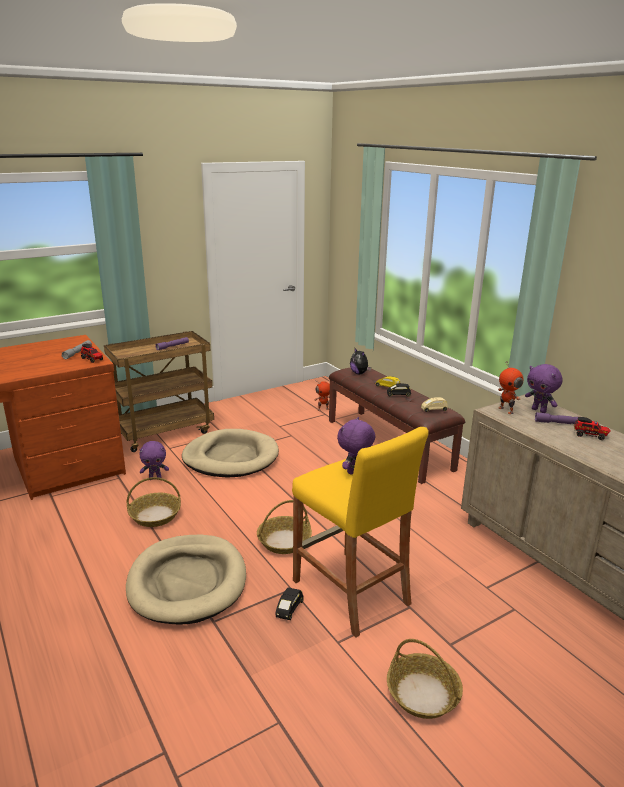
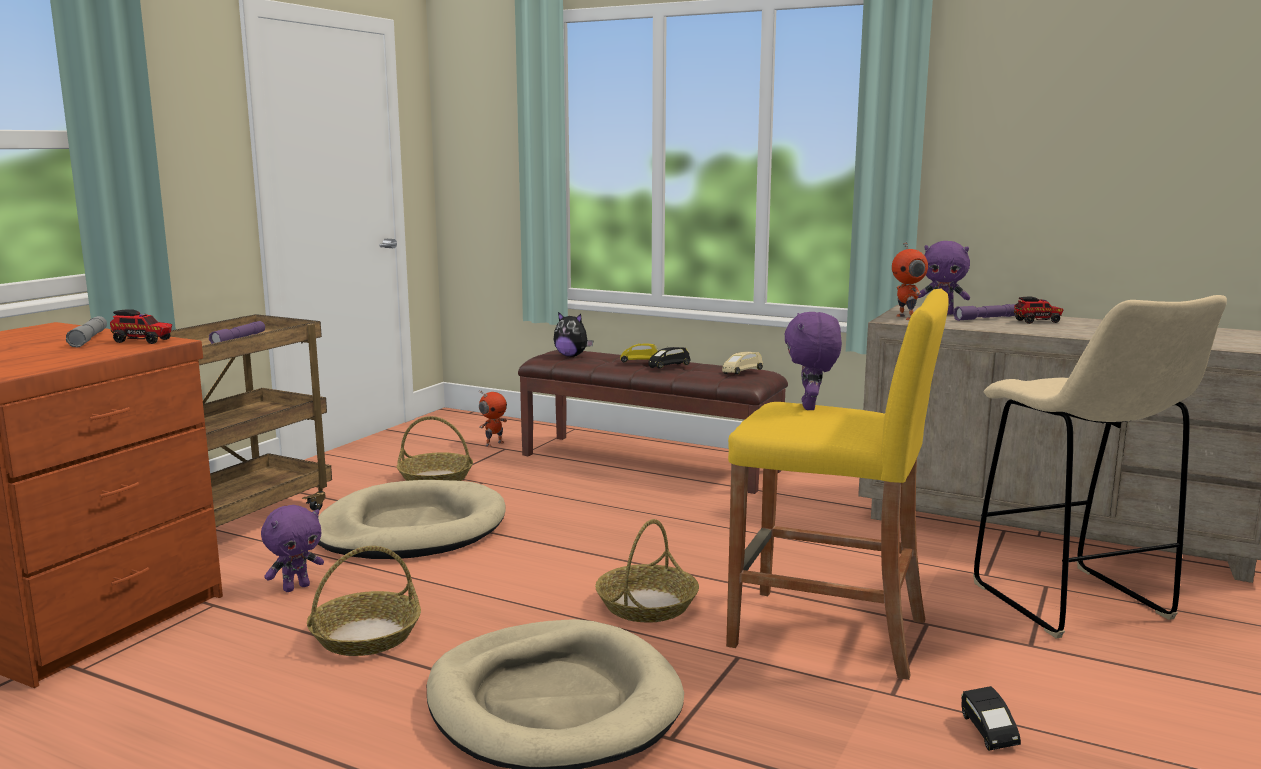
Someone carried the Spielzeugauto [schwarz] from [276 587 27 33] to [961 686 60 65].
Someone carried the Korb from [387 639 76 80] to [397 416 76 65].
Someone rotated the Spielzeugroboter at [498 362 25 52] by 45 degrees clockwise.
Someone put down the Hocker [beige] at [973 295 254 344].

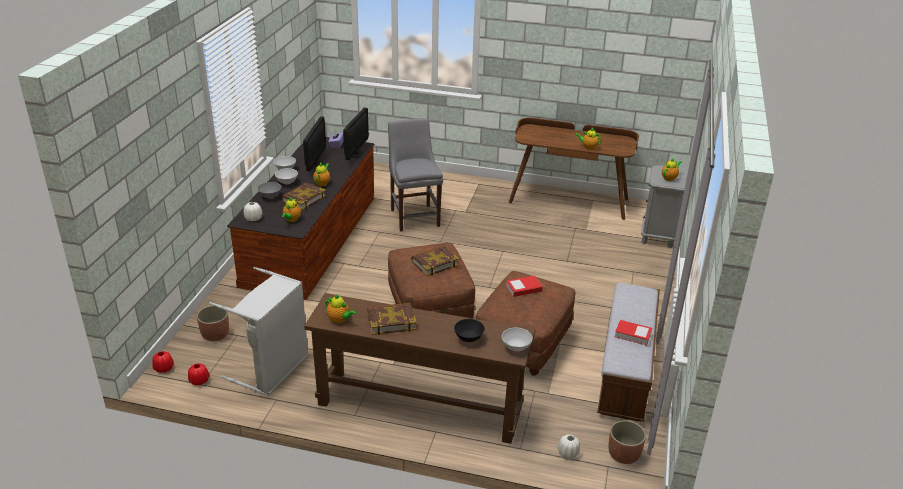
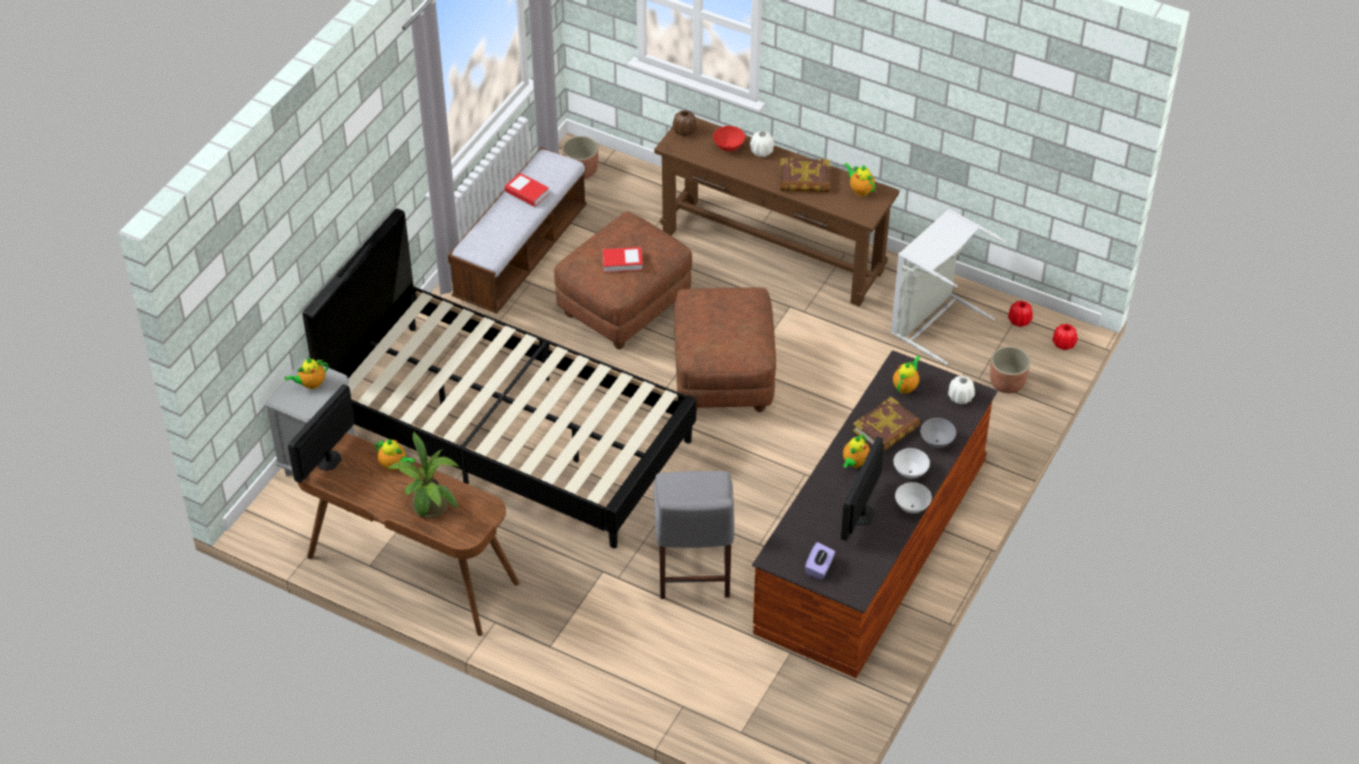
Someone carried the Monitor from [343 108 26 52] to [288 384 67 99].
Someone took away the Buch at [411 246 48 30].
Someone repainted the Schüssel [schwarz] at [454 319 31 23], which became the Schüssel [rot] at [713 126 32 25].
Someone swapped the Schüssel [weiß] at [502 328 31 23] for the Vase [braun] at [673 110 24 26].
Someone carried the Vase [weiß] from [558 434 22 25] to [750 131 24 26].
Someone put down the Bett [schwarz] at [302 209 394 339].
Someone put down the Topfpflanze at [387 431 72 87].

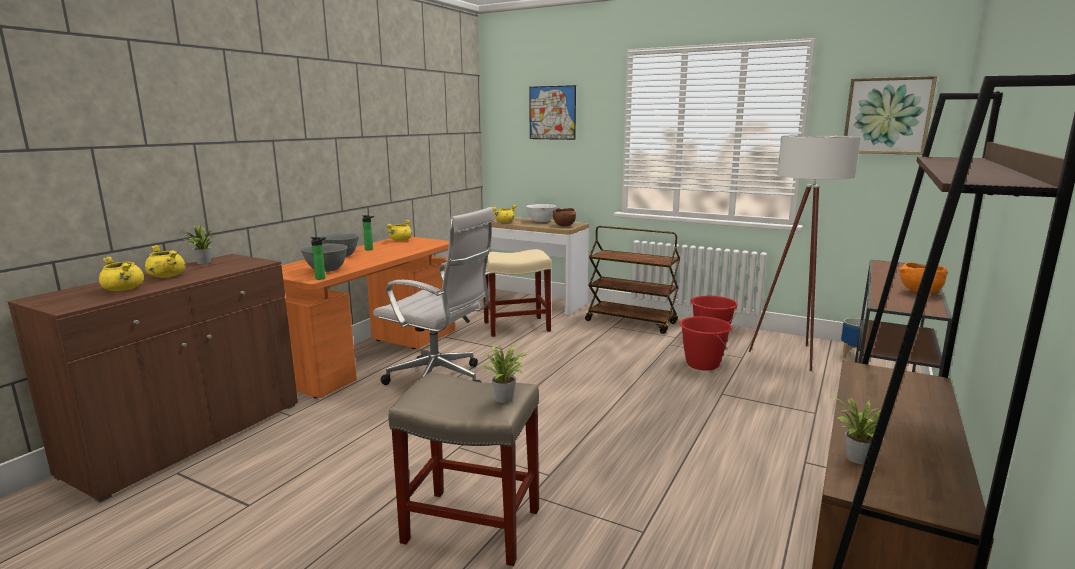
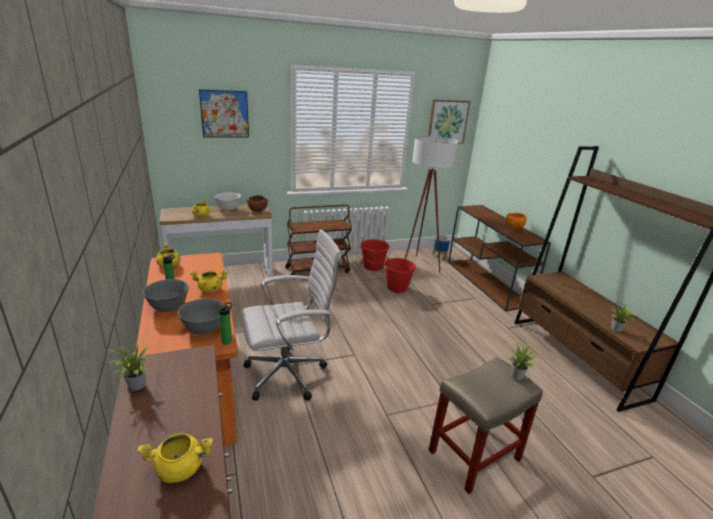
Someone carried the Kochtopf [gelb] from [145 245 40 33] to [190 270 38 22].
Someone took away the Hocker [beige] at [483 249 68 88].

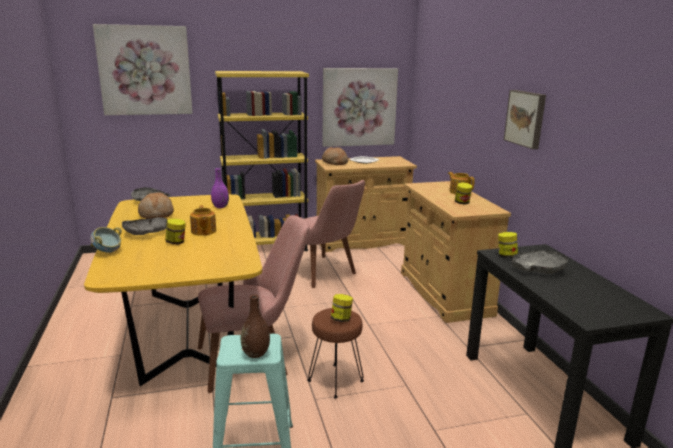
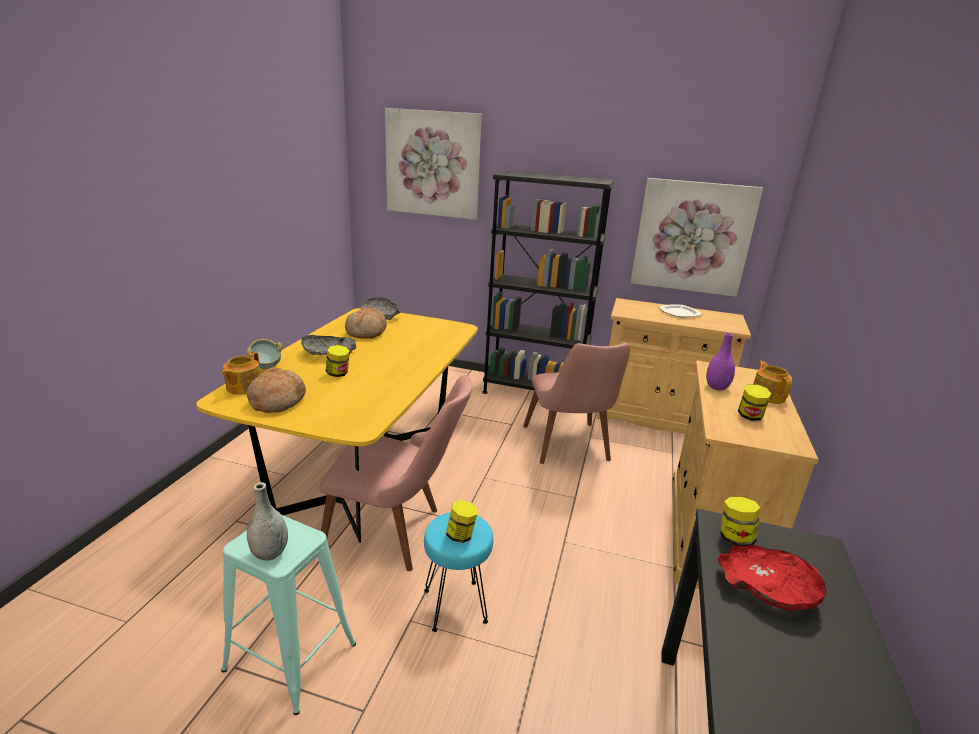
Someone carried the Teekanne from [190 205 26 31] to [222 352 38 42].
Someone carried the Vase [lila] from [211 168 18 40] to [706 333 29 57].
Someone repainted the Bücherregal [gelb] at [215 71 94 180], which became the Bücherregal [schwarz] at [482 171 132 223].
Someone repainted the Vase [braun] at [241 295 29 63], which became the Vase [grau] at [247 482 41 78].
Someone repainted the Hocker [braun] at [307 308 57 90], which became the Hocker [türkis] at [424 512 69 120].
Someone carried the Brot from [322 147 26 18] to [247 368 59 45].
Someone took away the Bild at [504 90 42 59].
Someone repainted the Schüssel [grau] at [512 250 56 24], which became the Schüssel [rot] at [718 545 108 66].

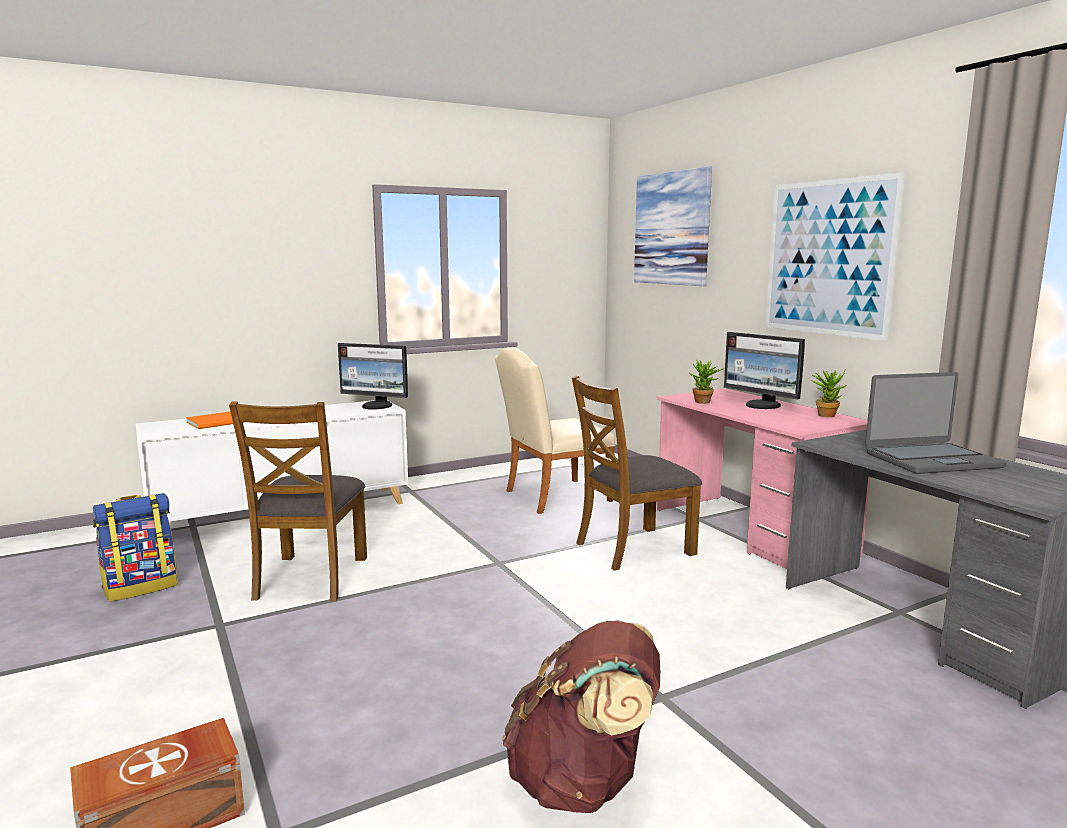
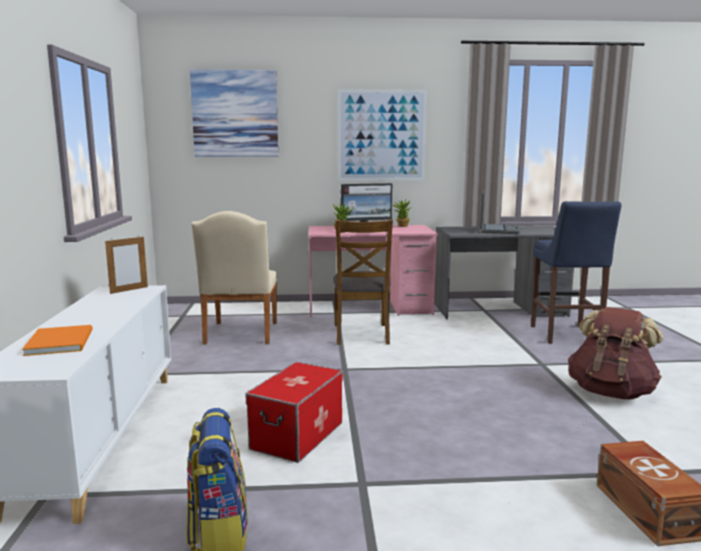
Someone swapped the Stuhl [braun] at [229 402 138 199] for the Aufbewahrungsbox at [245 362 98 101].
Someone swapped the Monitor at [338 343 70 67] for the Bilderrahmen at [105 237 43 57].
Someone put down the Hocker [blau] at [531 201 90 143].

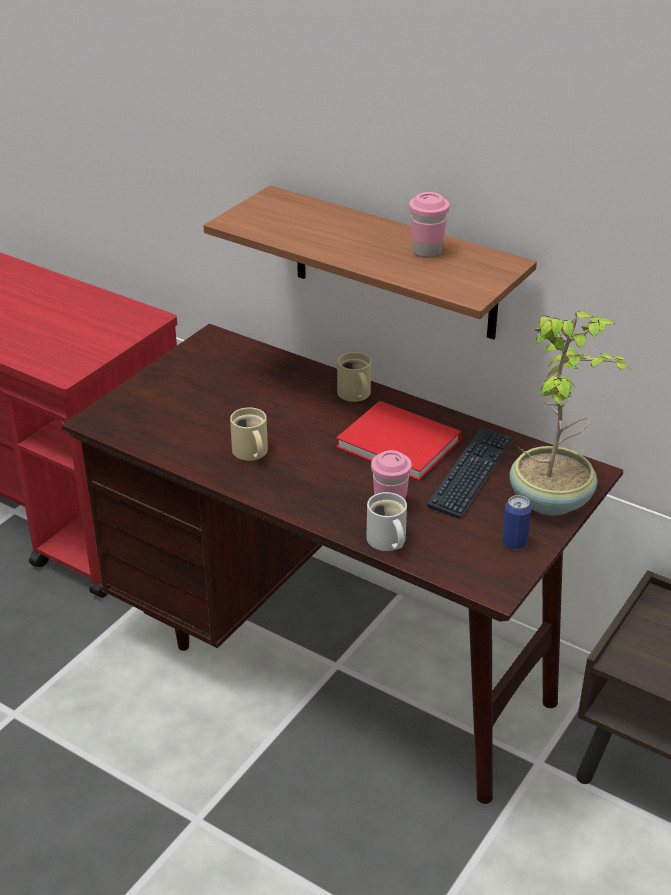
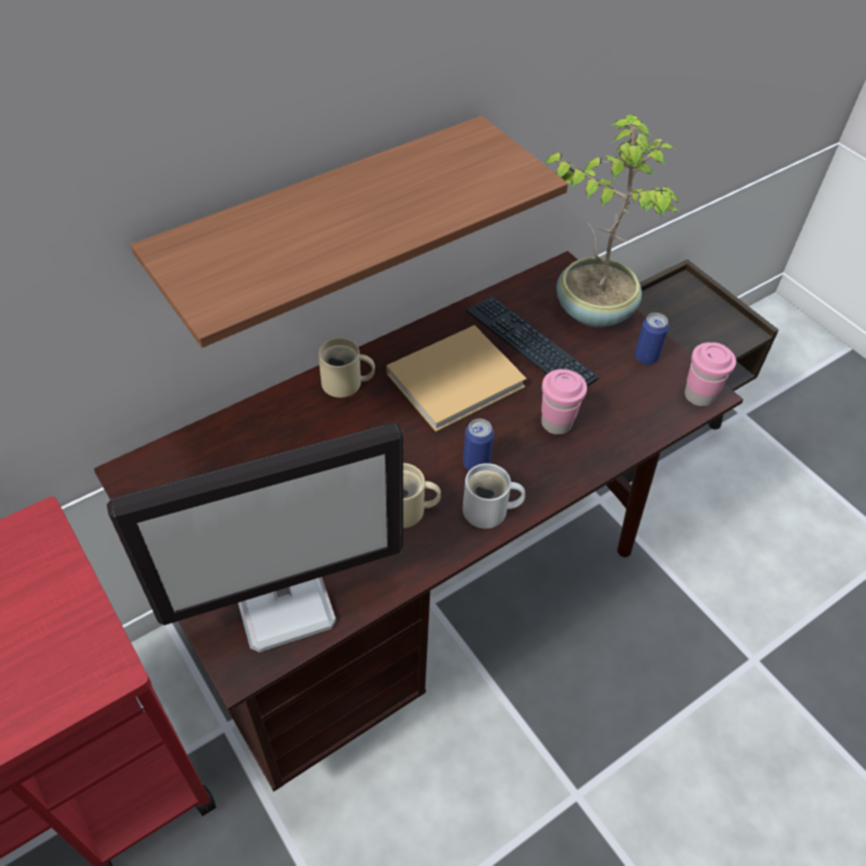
Someone repainted the Buch [rot] at [336 401 125 80], which became the Buch [beige] at [387 325 140 107].
Someone carried the Henkelbecher [weiß] from [367 492 40 59] to [463 463 62 66].
Someone carried the Tasse [rosa] from [409 192 40 66] to [685 342 51 65].
Someone put down the Monitor at [107 423 296 229].
Someone put down the Dose at [463 419 31 52].

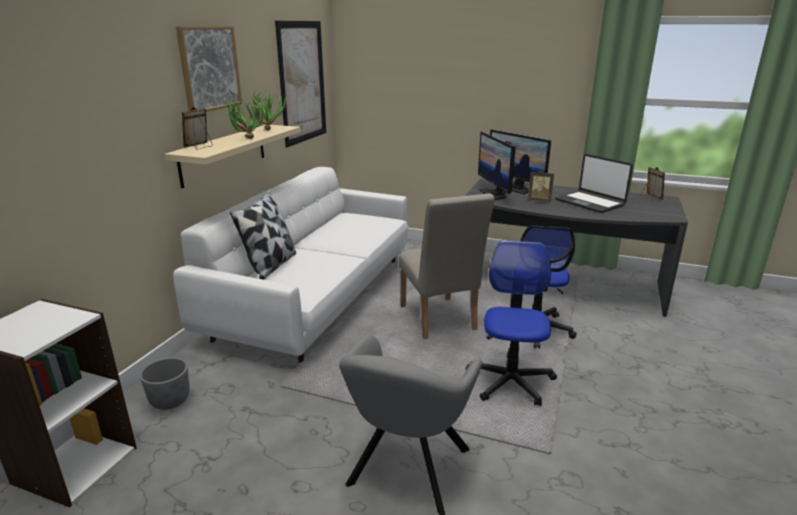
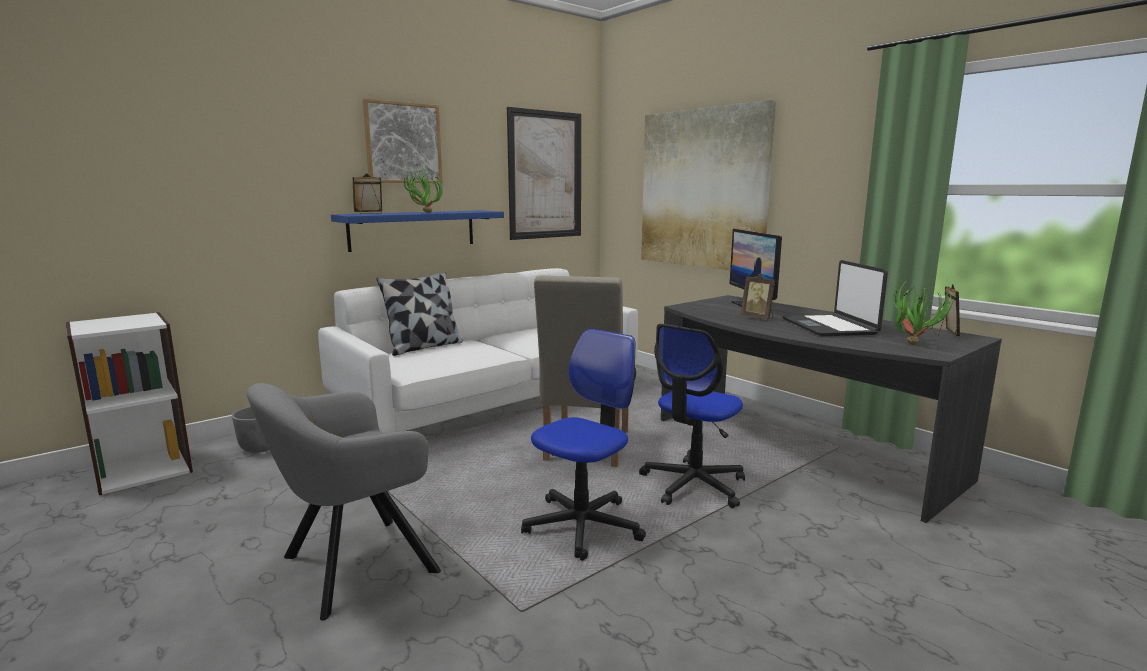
Someone repainted the Wandregal [beige] at [165 125 136 63], which became the Wandregal [blau] at [331 210 173 42].
Someone carried the Topfpflanze from [253 89 33 42] to [891 281 65 64].
Someone took away the Monitor at [478 132 38 68].
Someone put up the Bild at [641 100 135 170].

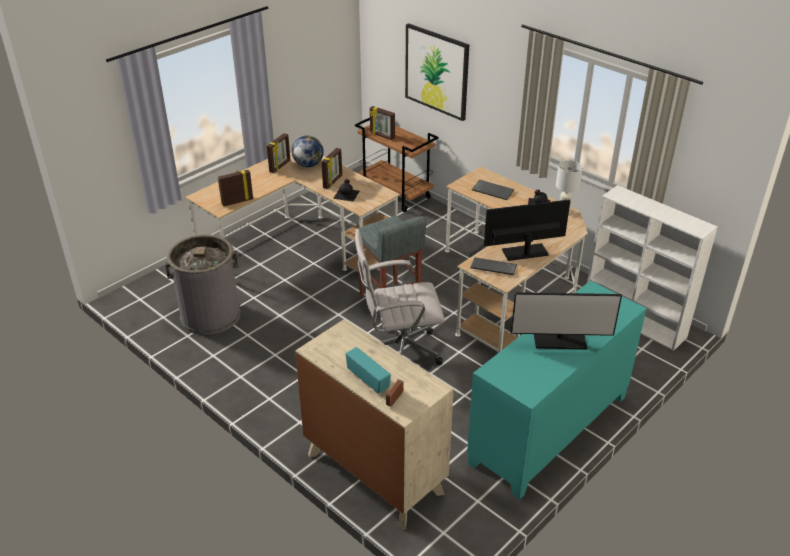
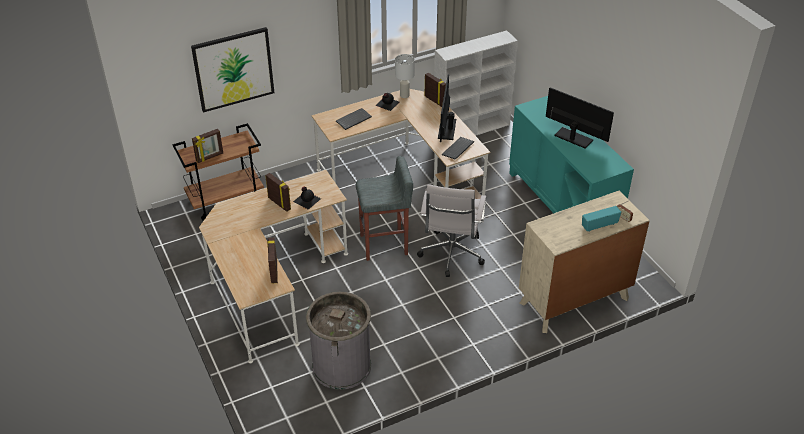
Someone carried the Bilderrahmen from [267 133 23 40] to [425 73 21 34].
Someone took away the Globus at [292 136 32 31].
Someone rotated the Monitor at [511 292 111 57] by 75 degrees counterclockwise.

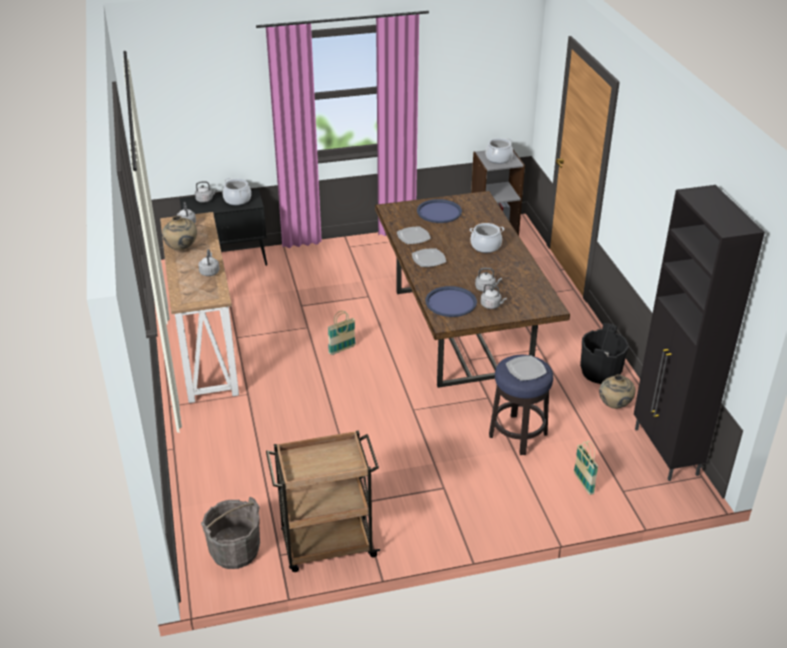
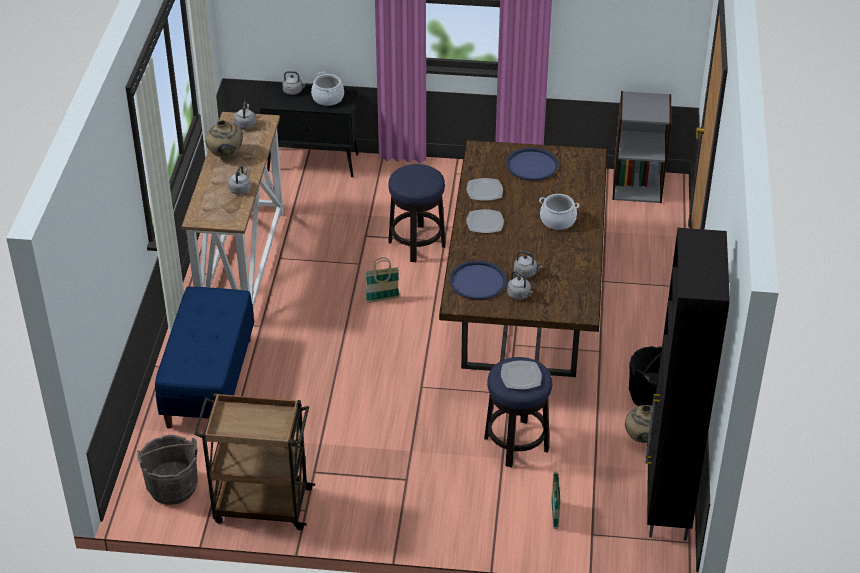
Someone took away the Kochtopf at [486 138 27 26].
Someone put down the Bank [blau] at [155 287 99 142].
Someone put down the Hocker at [388 164 58 98].

